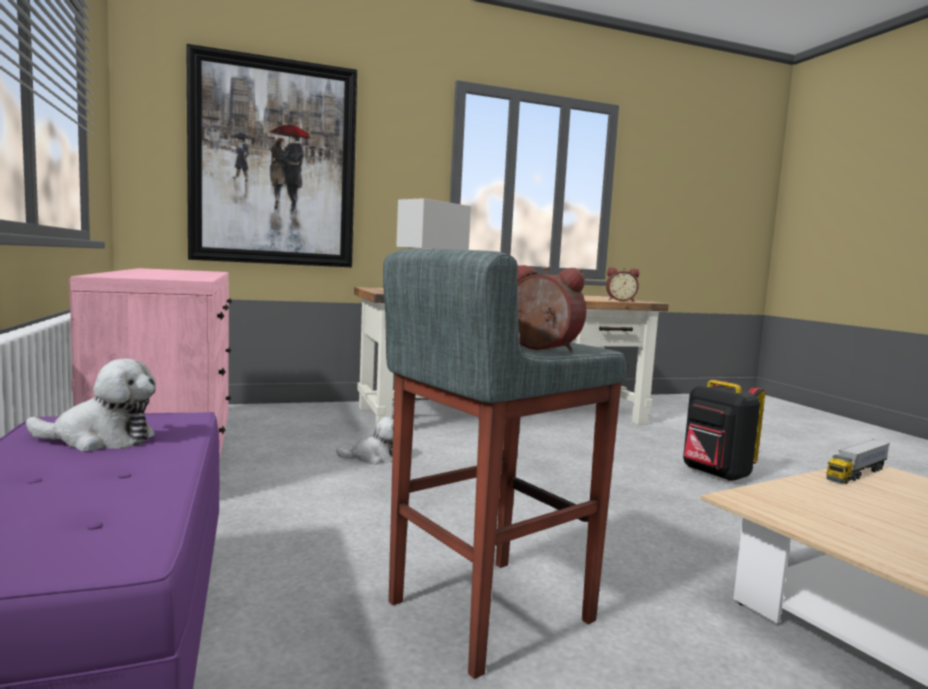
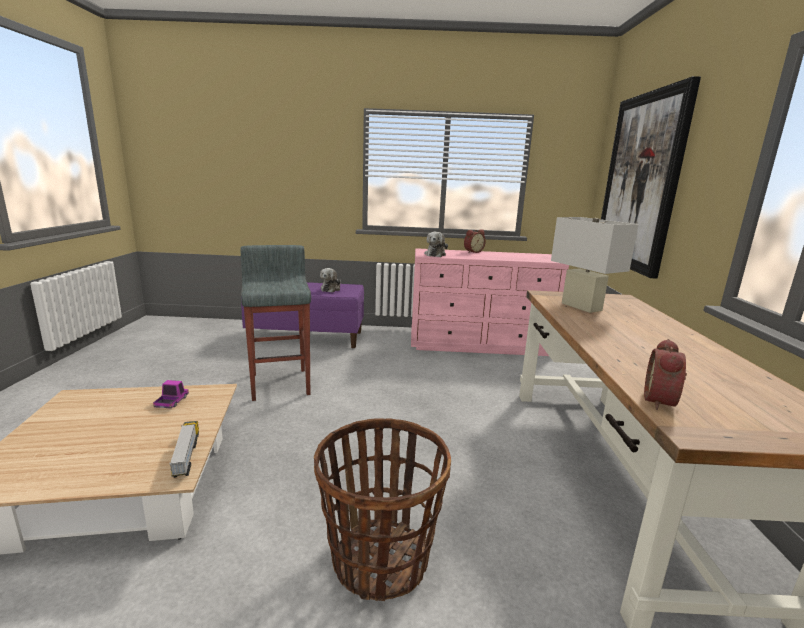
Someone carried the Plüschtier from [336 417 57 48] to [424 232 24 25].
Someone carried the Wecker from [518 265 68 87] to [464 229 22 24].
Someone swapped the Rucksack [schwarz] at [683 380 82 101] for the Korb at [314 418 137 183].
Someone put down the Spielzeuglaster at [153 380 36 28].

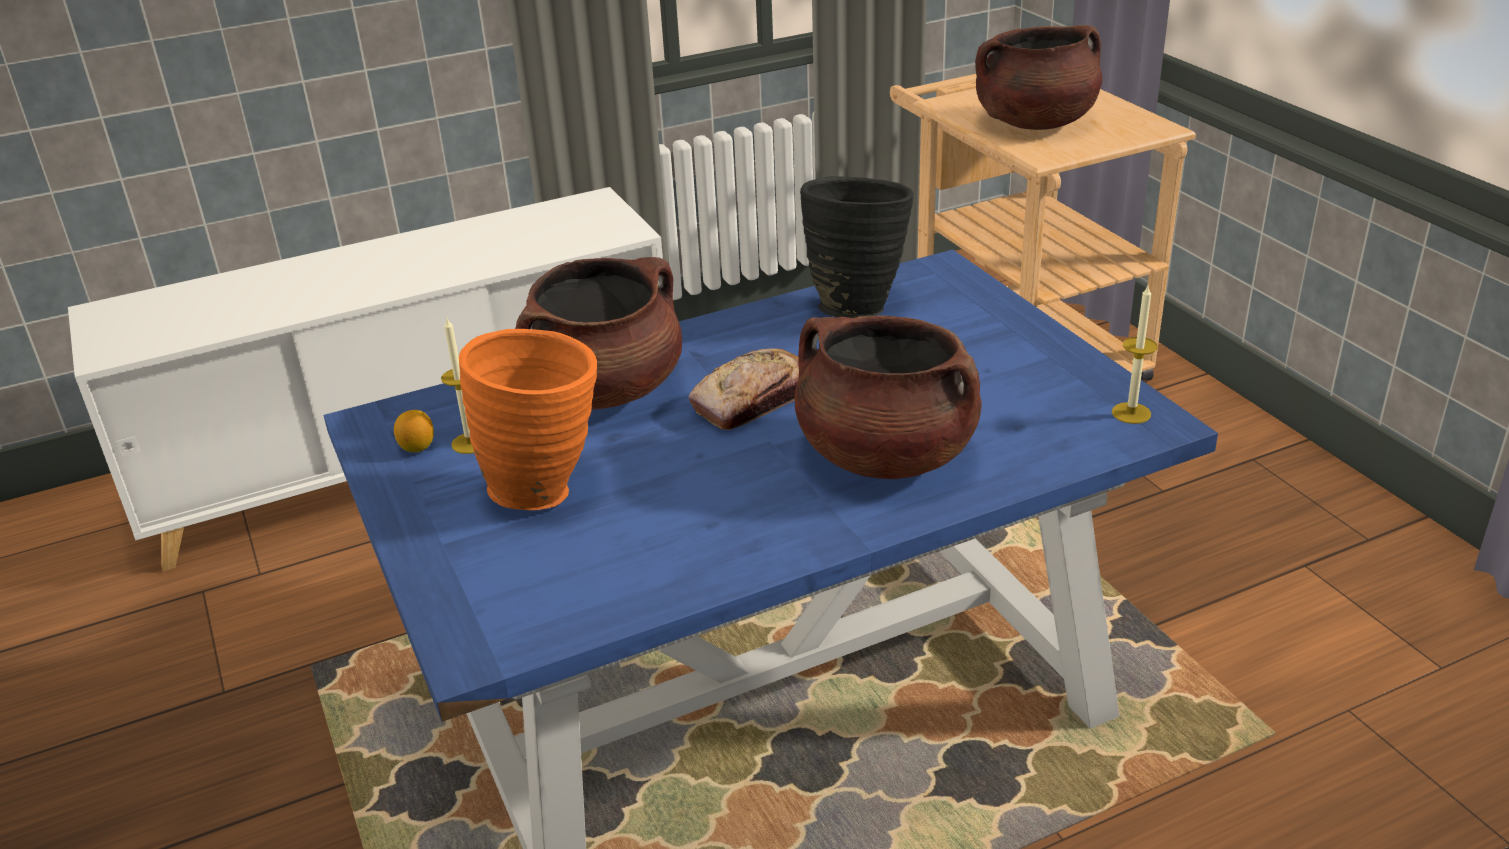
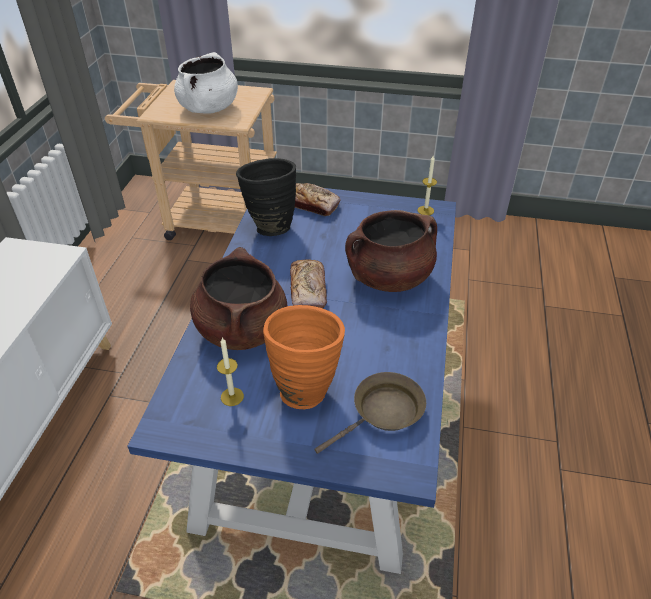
Someone took away the Zitrone at [394 410 40 42].
Someone repainted the Kochtopf [braun] at [975 25 127 105], which became the Kochtopf [weiß] at [174 52 64 62].
Someone put down the Brot at [295 183 45 33].
Someone put down the Pfanne [braun] at [315 372 111 82].

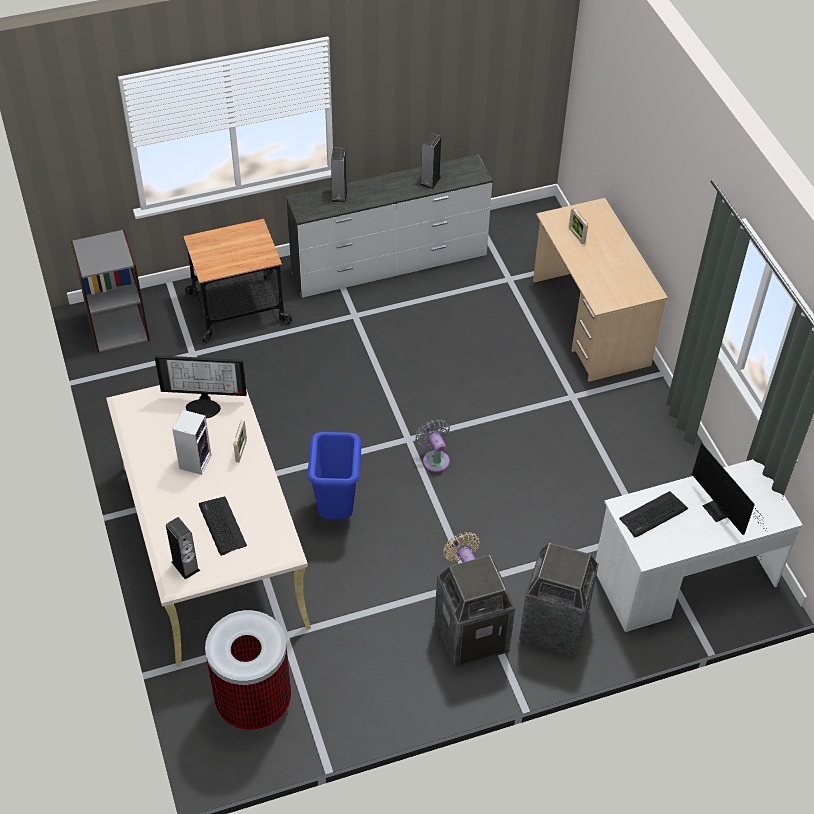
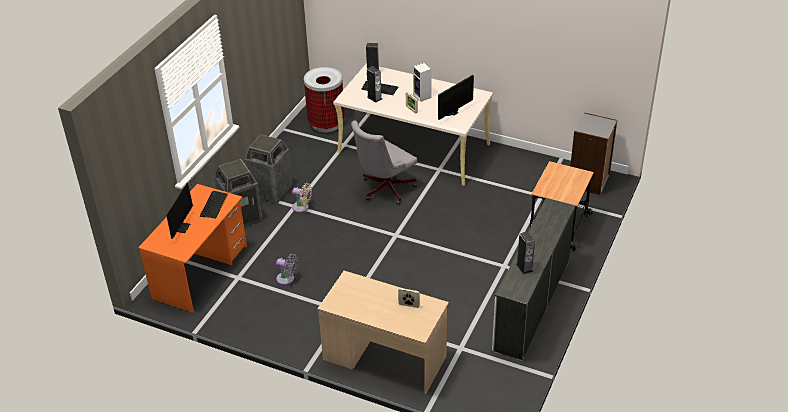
Someone swapped the Mülleimer [blau] at [307 432 55 87] for the Bürostuhl [grau] at [351 120 66 85].
Someone carried the Lautsprecher from [331 148 17 55] to [367 66 15 37].
Someone carried the Ventilator [grau] from [415 419 35 53] to [276 254 22 31].
Someone repainted the Schreibtisch [weiß] at [596 459 207 173], which became the Schreibtisch [orange] at [138 184 109 129].
Someone rotated the Monitor at [692 443 78 92] by 90 degrees clockwise.

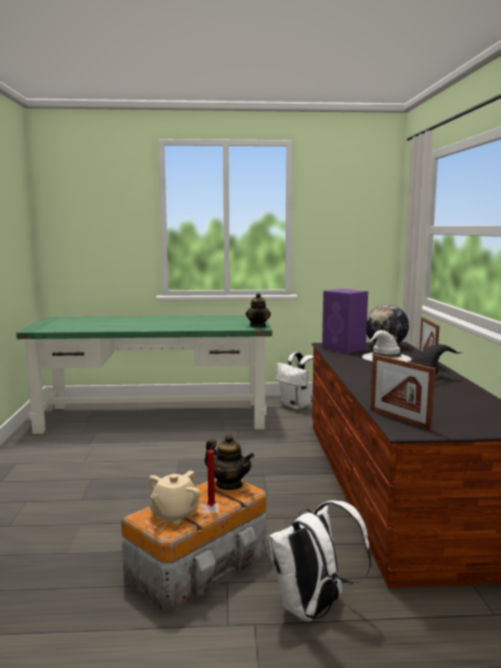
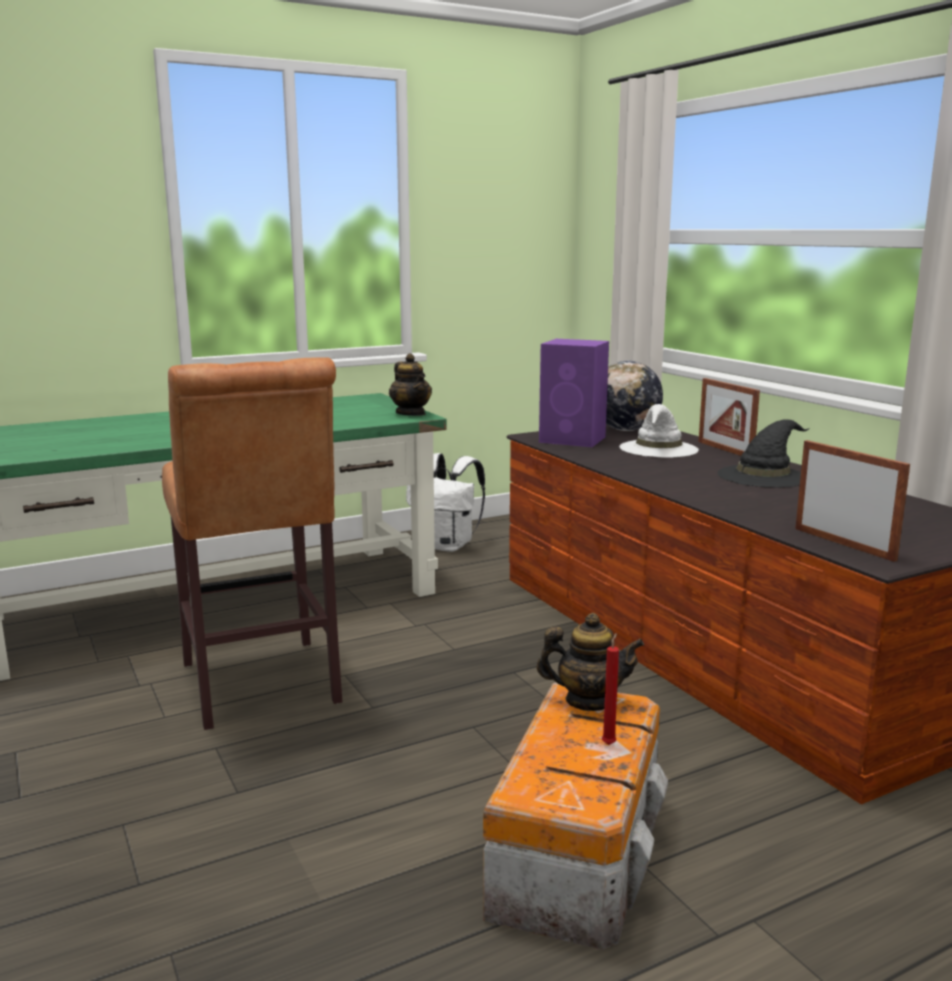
Someone took away the Teekanne [beige] at [149 470 51 54].
Someone took away the Rucksack [weiß] at [267 500 104 122].
Someone rotated the Bilderrahmen at [370 354 65 76] by 150 degrees counterclockwise.
Someone put down the Hocker [braun] at [162 357 180 373].

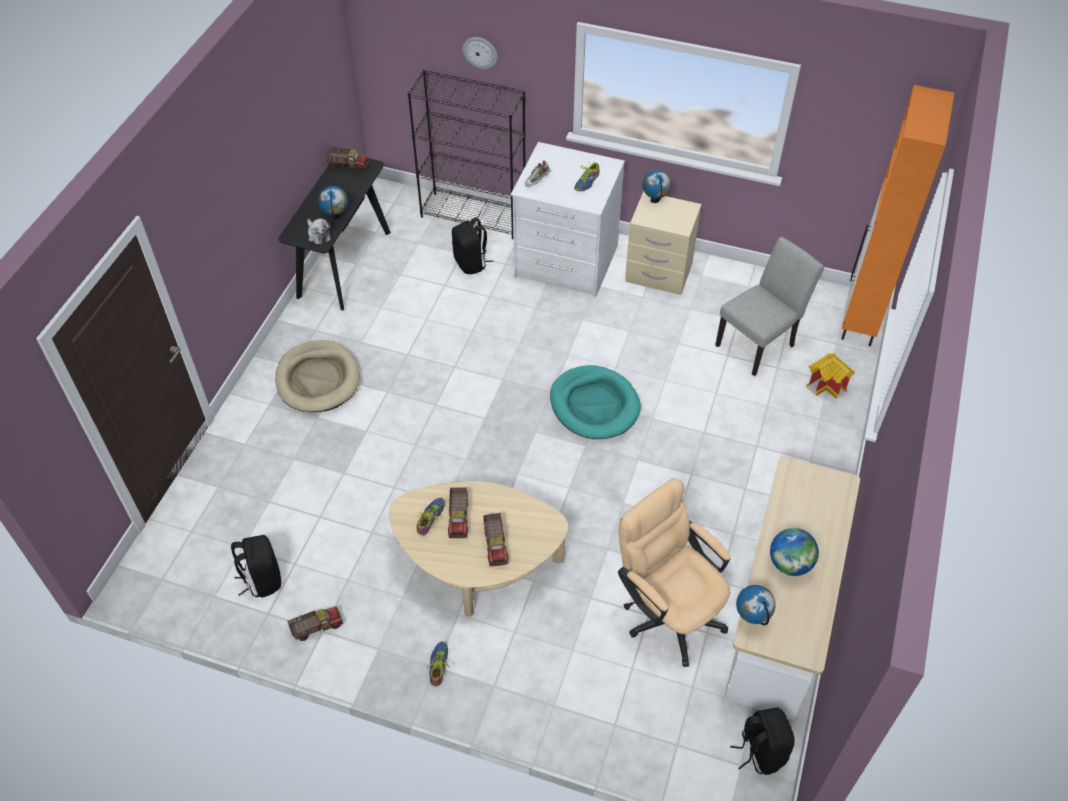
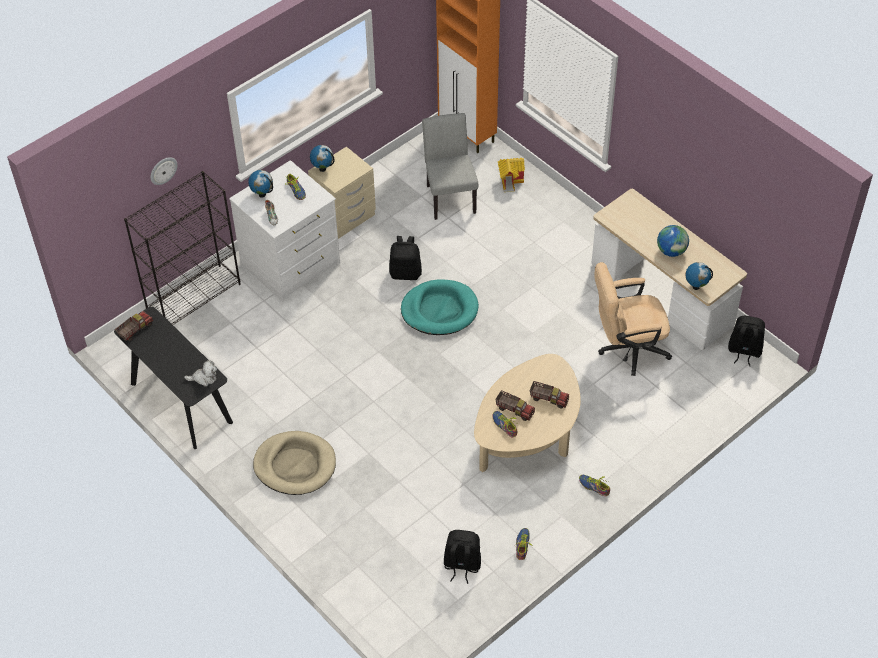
Someone swapped the Spielzeuglaster at [287 606 56 35] for the Schuh at [515 528 17 32].
Someone carried the Globus from [319 186 29 34] to [248 170 25 28].
Someone carried the Rucksack [schwarz] from [452 217 41 57] to [389 236 33 44].

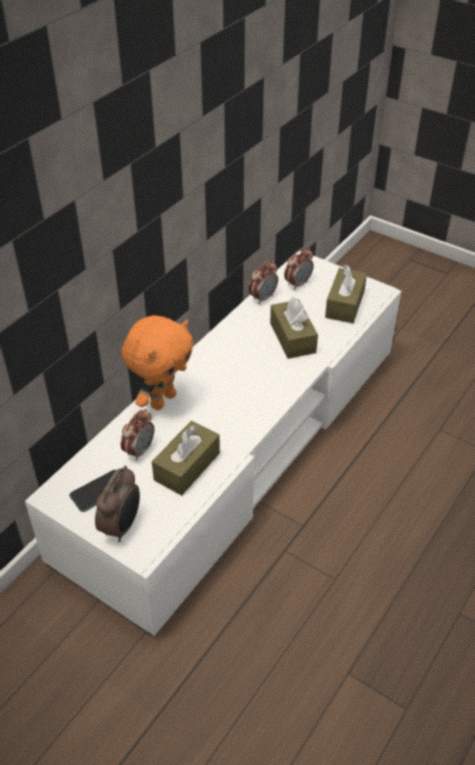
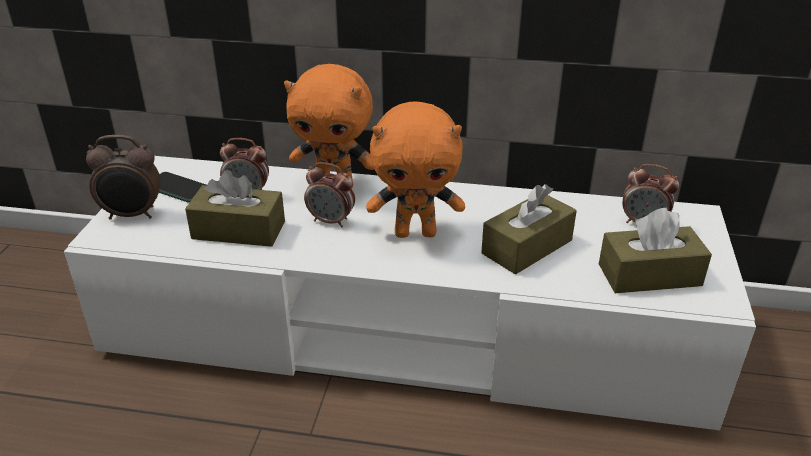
Someone carried the Wecker from [248 261 30 43] to [304 162 51 66].
Someone put down the Plüschtier [orange] at [366 102 99 136].

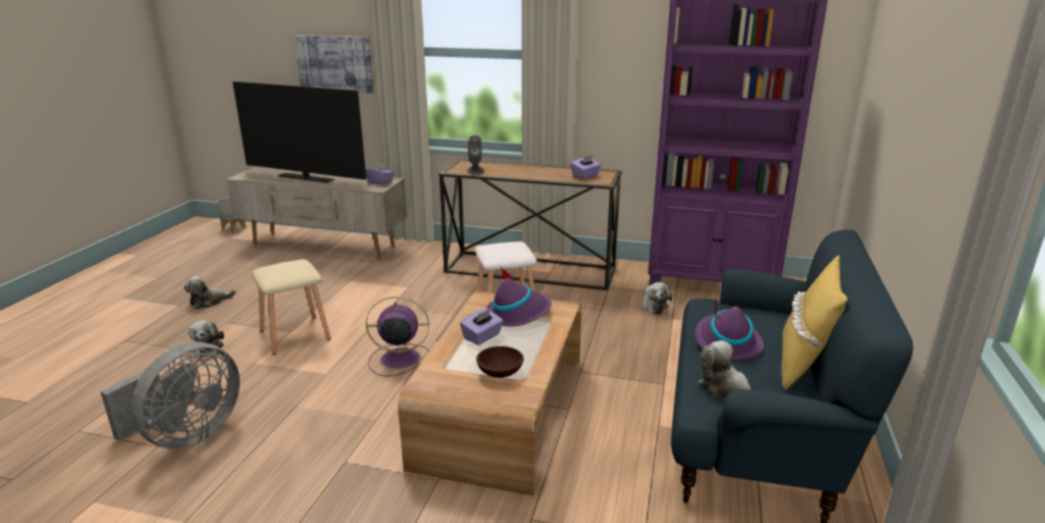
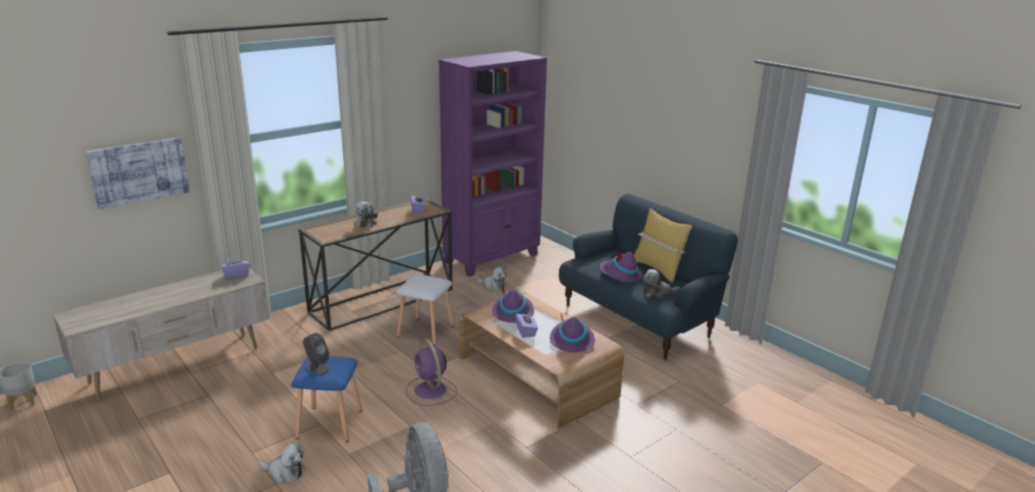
Someone carried the Plüschtier from [184 276 52 33] to [354 202 24 26].
Someone took away the Fernseher at [233 81 133 102].
Someone repainted the Hocker [beige] at [252 259 79 96], which became the Hocker [blau] at [291 356 71 86].
Someone rotated the Ventilator [lila] at [366 296 64 81] by 60 degrees counterclockwise.
Someone carried the Lautsprecher [grau] from [467 135 17 39] to [303 333 27 42].
Someone swapped the Schüssel [braun] at [476 346 48 32] for the Hut [lila] at [550 314 45 38].

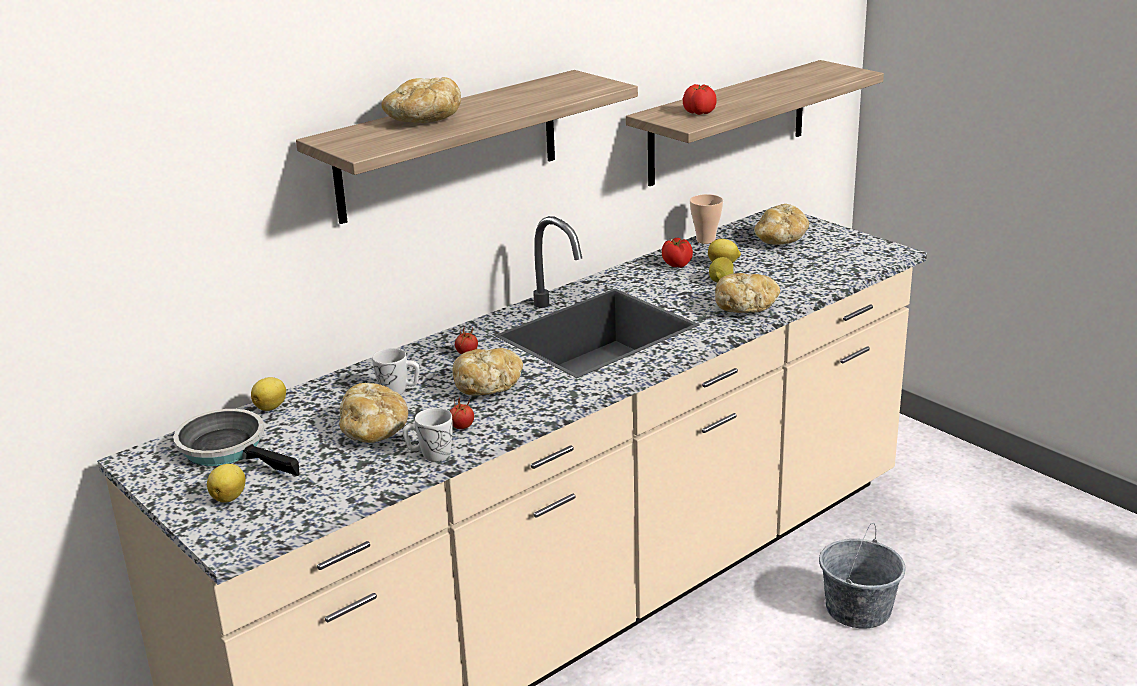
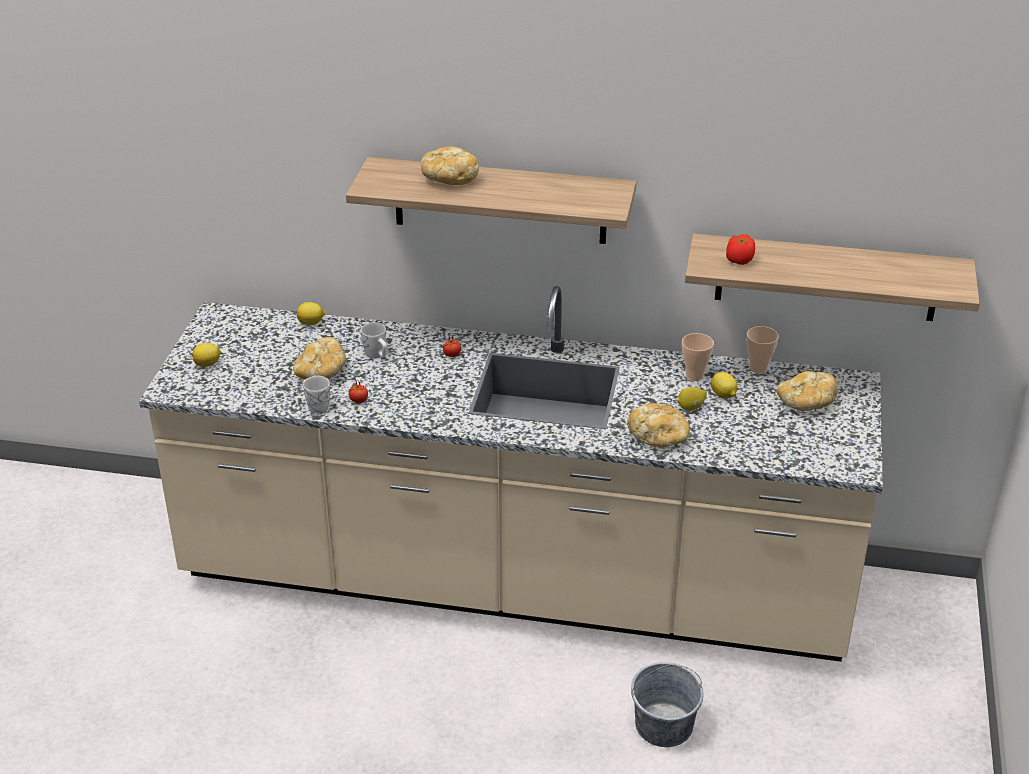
Someone took away the Pfanne at [173 409 126 67].
Someone took away the Brot at [453 348 70 47].
Someone swapped the Tomate at [662 238 31 30] for the Tasse at [682 333 32 48].

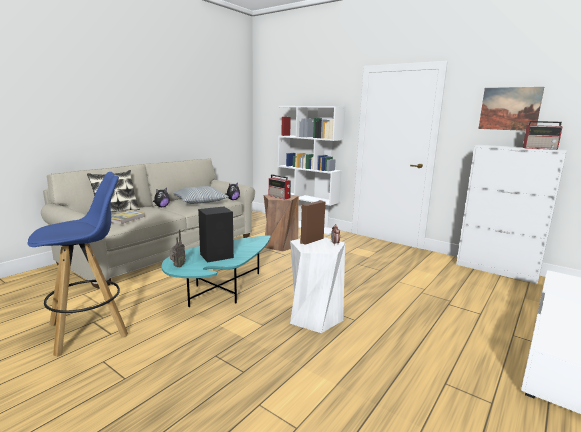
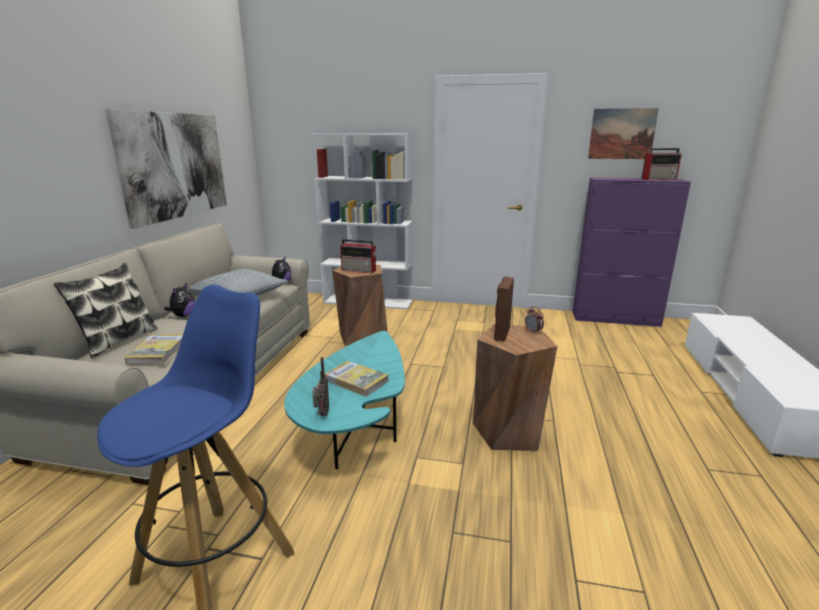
Someone swapped the Lautsprecher [schwarz] at [198 207 36 56] for the Buch at [325 361 64 36].
Someone repainted the Hocker [weiß] at [290 237 55 96], which became the Hocker [braun] at [473 324 85 127].
Someone repainted the Schrank [weiß] at [456 145 111 139], which became the Schrank [lila] at [573 177 118 150].
Someone put up the Bild at [106 109 121 120].

